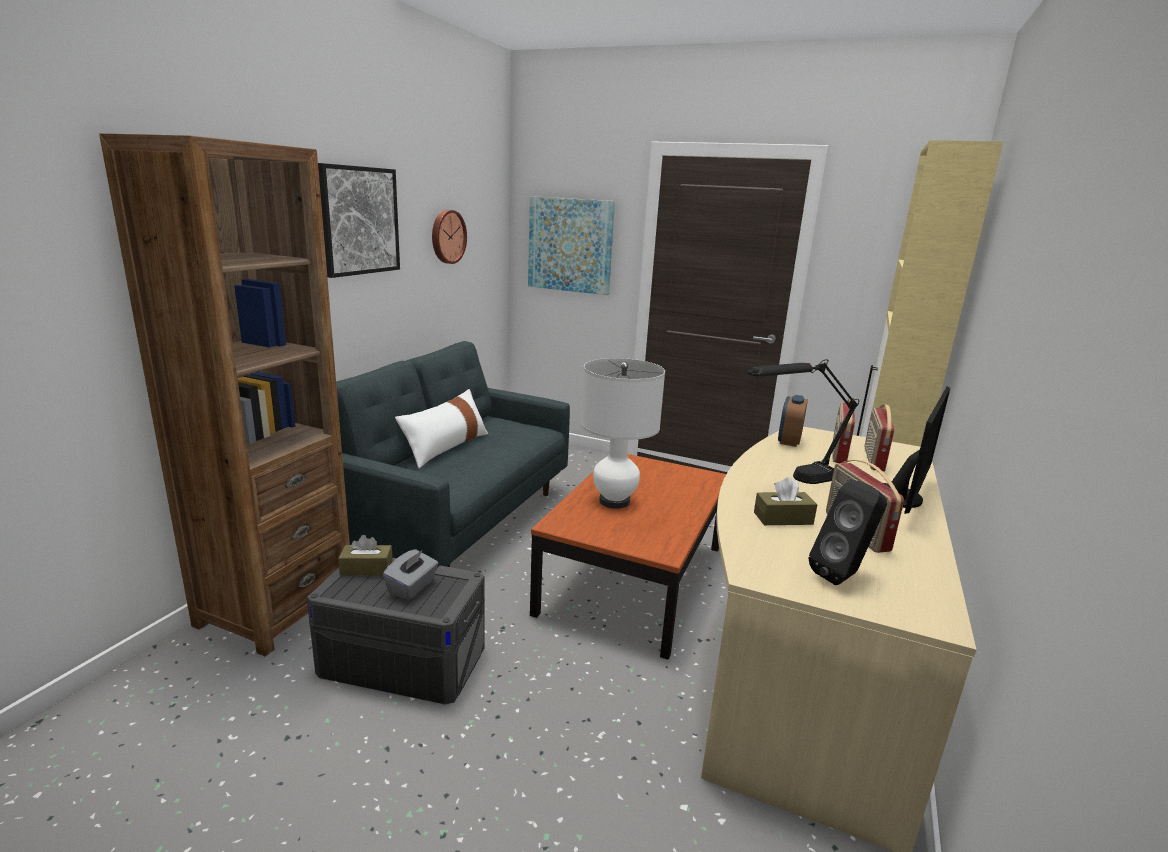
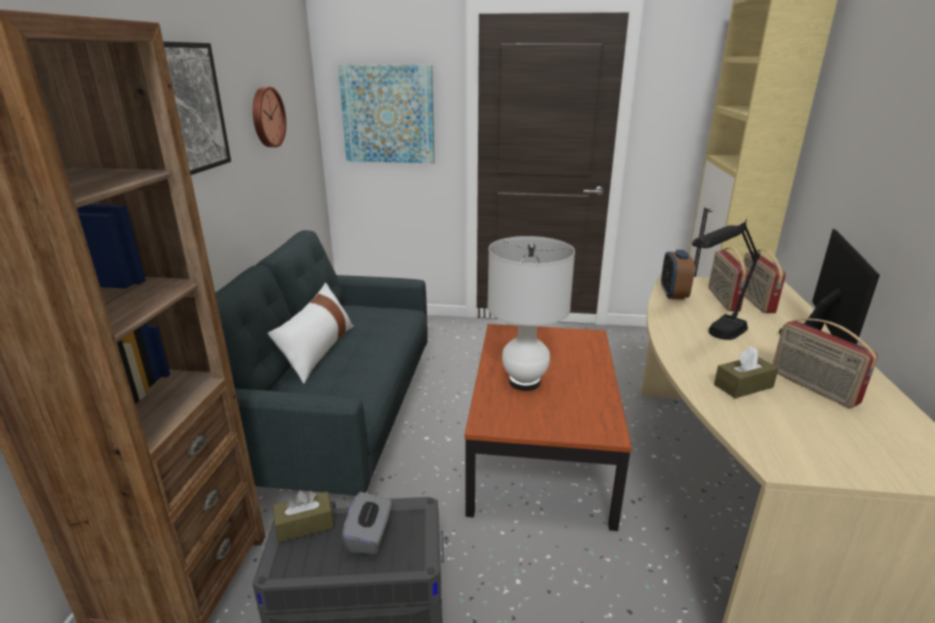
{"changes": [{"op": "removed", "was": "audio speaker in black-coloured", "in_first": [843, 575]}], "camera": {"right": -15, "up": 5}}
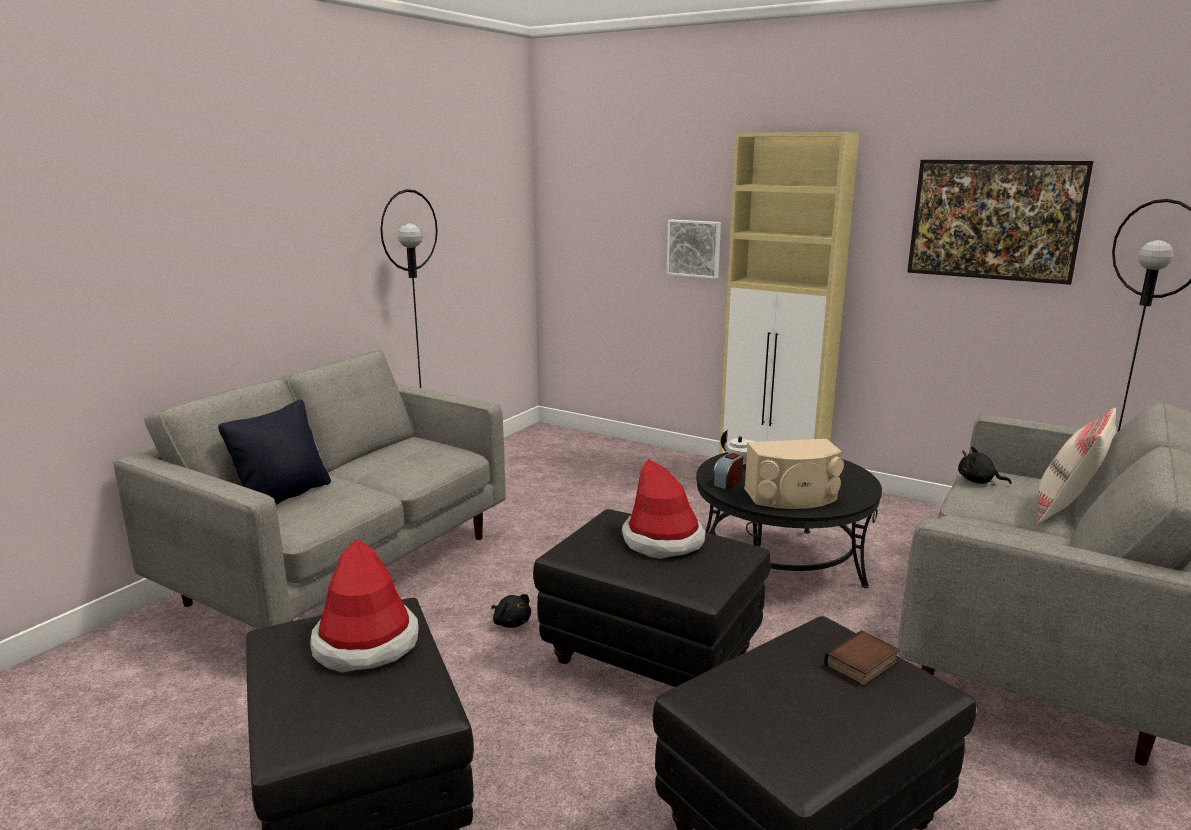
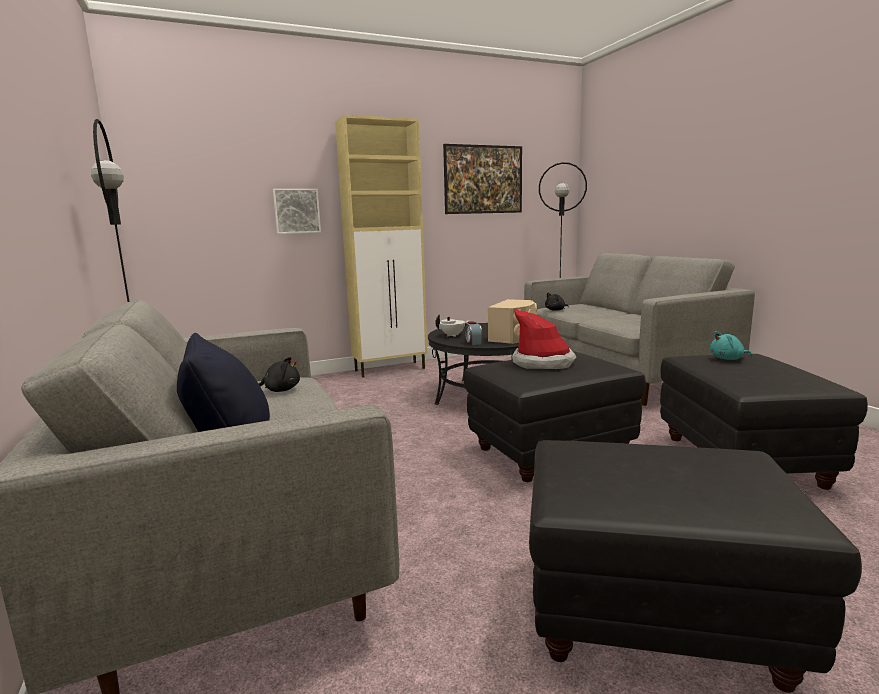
{"changes": [{"op": "removed", "was": "clothing hat", "in_first": [366, 644]}, {"op": "moved", "was": "plush toy in black-coloured", "in_first": [511, 622], "in_second": [279, 390]}, {"op": "replaced", "was": "book", "now": "plush toy in turquoise", "in_first": [862, 665], "in_second": [728, 359]}, {"op": "removed", "was": "cushion in sand-coloured", "in_first": [1066, 510]}], "camera": {"right": -55, "up": -5}}
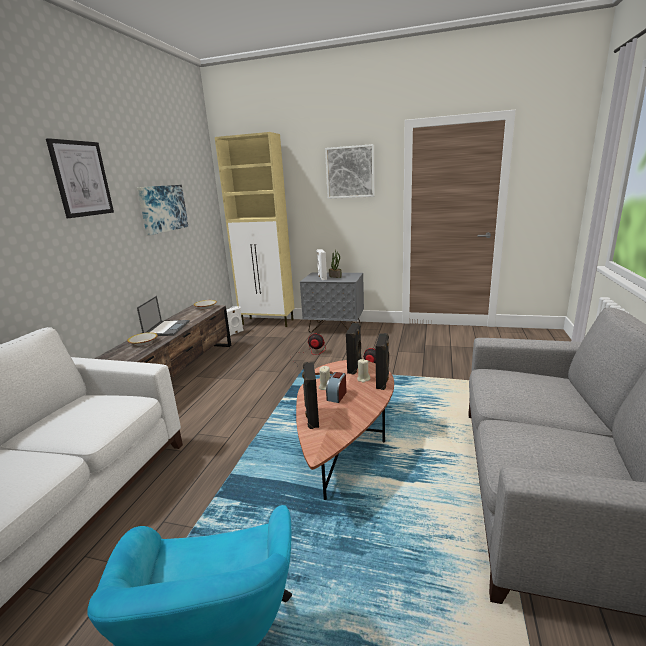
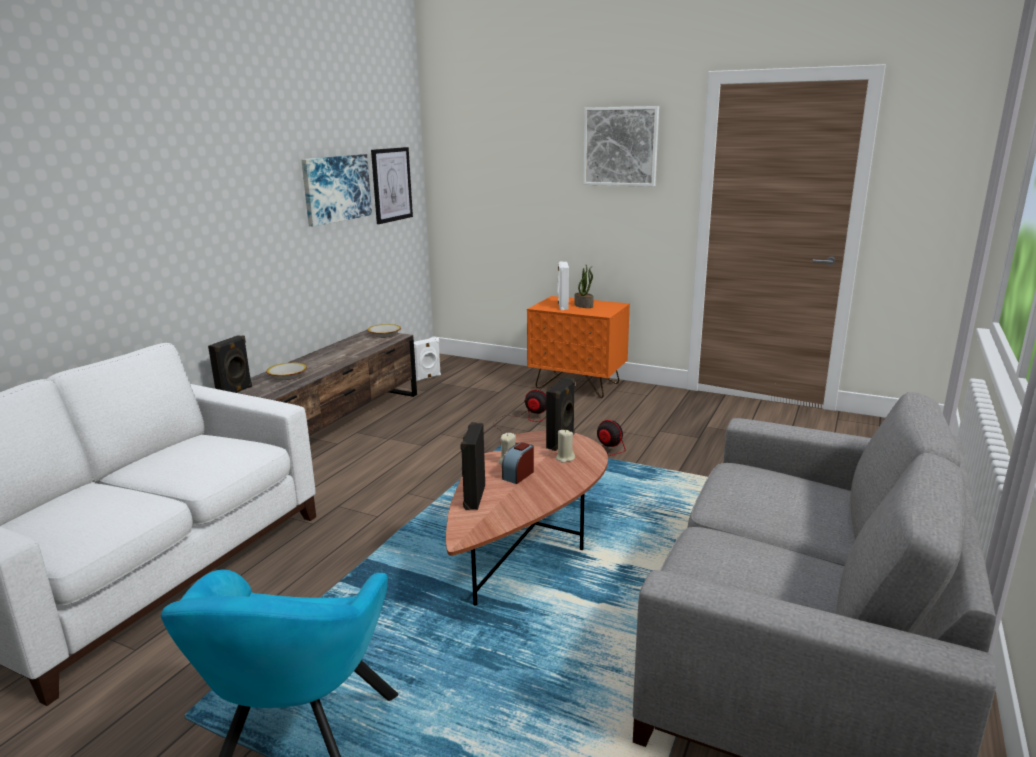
{"changes": [{"op": "moved", "was": "wall art", "in_first": [81, 179], "in_second": [391, 184]}, {"op": "removed", "was": "laptop", "in_first": [167, 328]}, {"op": "removed", "was": "cupboard in sand-coloured", "in_first": [268, 322]}, {"op": "recoloured", "was": "nightstand in gray", "now": "nightstand in orange", "in_first": [335, 328], "in_second": [578, 385]}, {"op": "moved", "was": "audio speaker in black-coloured", "in_first": [383, 381], "in_second": [235, 392]}], "camera": {"right": 10, "up": 0}}
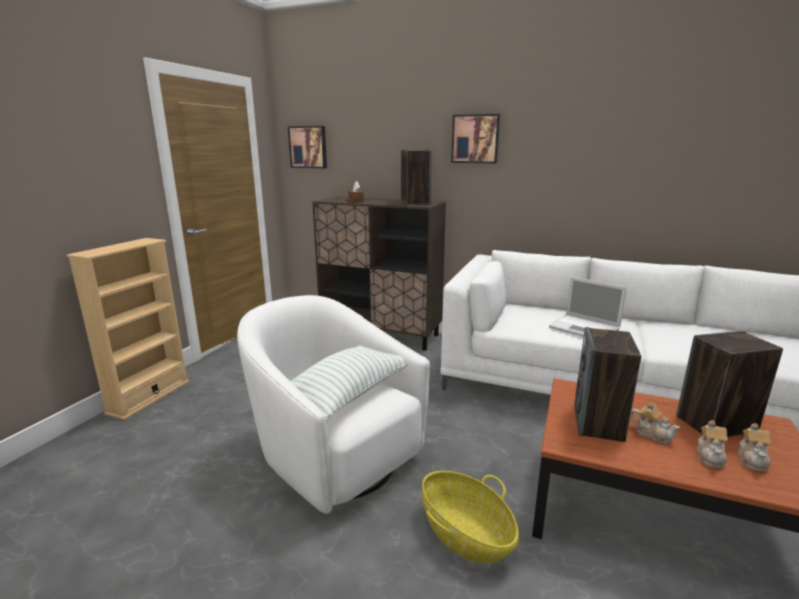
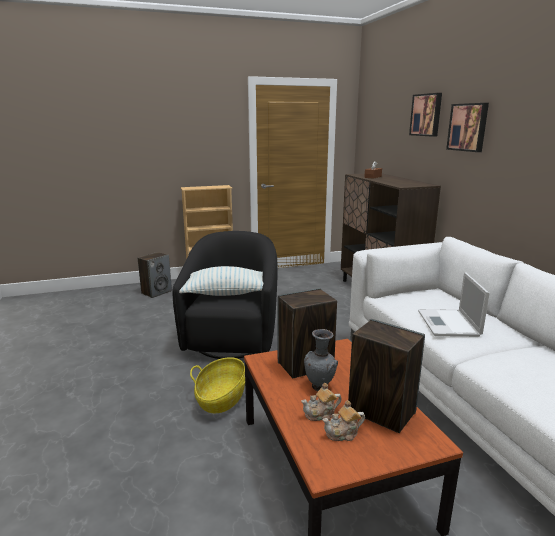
{"changes": [{"op": "recoloured", "was": "lounge chair in whitish", "now": "lounge chair in black-coloured", "in_first": [334, 456], "in_second": [232, 337]}, {"op": "moved", "was": "wall art", "in_first": [308, 147], "in_second": [426, 115]}, {"op": "moved", "was": "audio speaker", "in_first": [415, 203], "in_second": [156, 292]}, {"op": "replaced", "was": "pot for tea", "now": "decorative vase in gray", "in_first": [652, 434], "in_second": [320, 387]}], "camera": {"right": 50, "up": 0}}
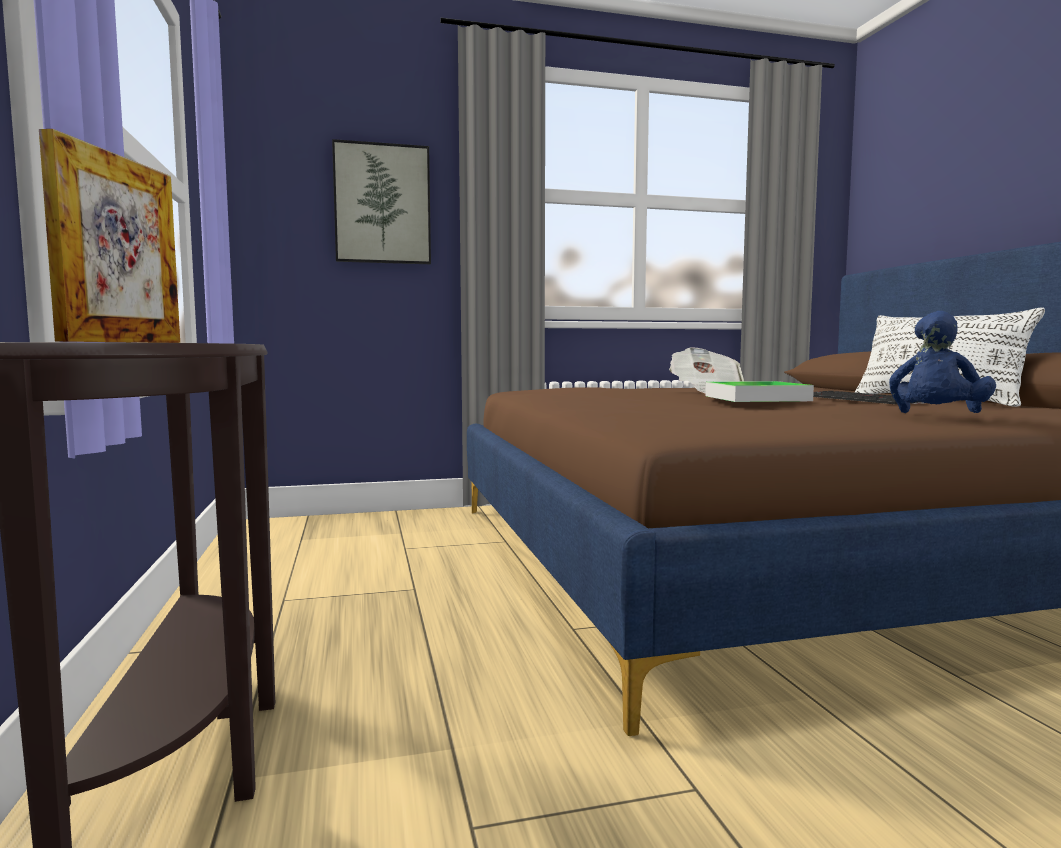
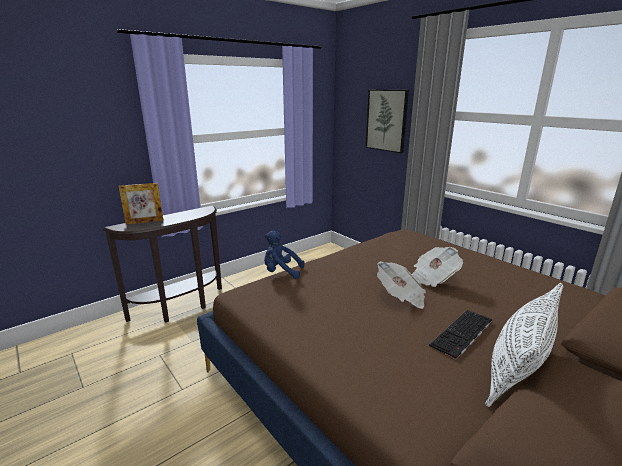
{"changes": [{"op": "replaced", "was": "serving tray", "now": "newspaper", "in_first": [756, 398], "in_second": [401, 296]}, {"op": "moved", "was": "plush toy in blue-coloured", "in_first": [936, 418], "in_second": [281, 272]}], "camera": {"right": 65, "up": 15}}
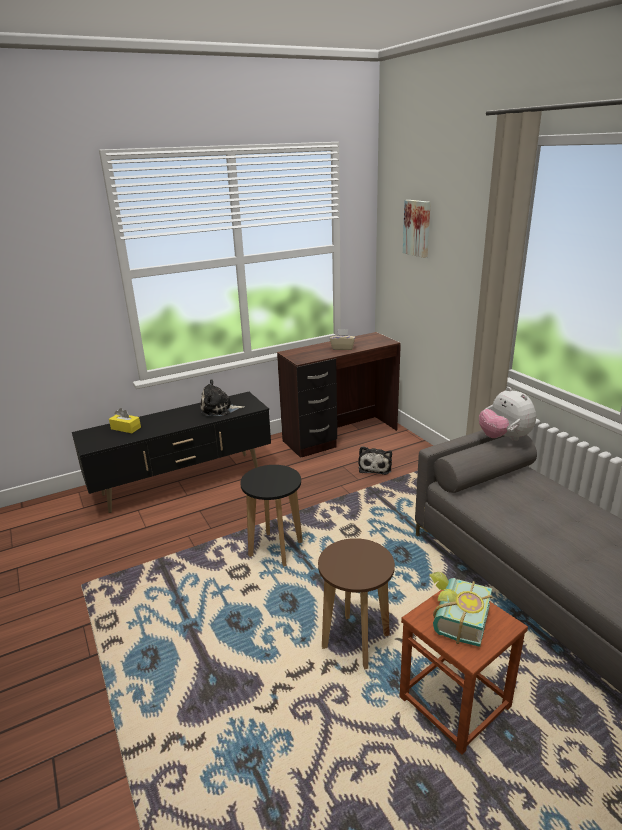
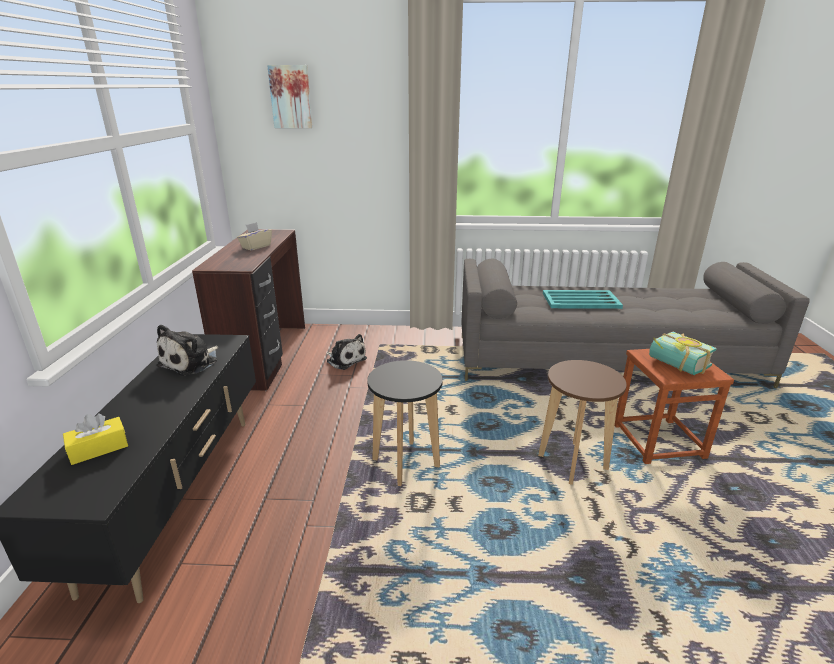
{"changes": [{"op": "removed", "was": "plush toy", "in_first": [504, 438]}, {"op": "added", "now": "serving tray in turquoise", "in_second": [580, 300]}], "camera": {"right": -60, "up": 0}}
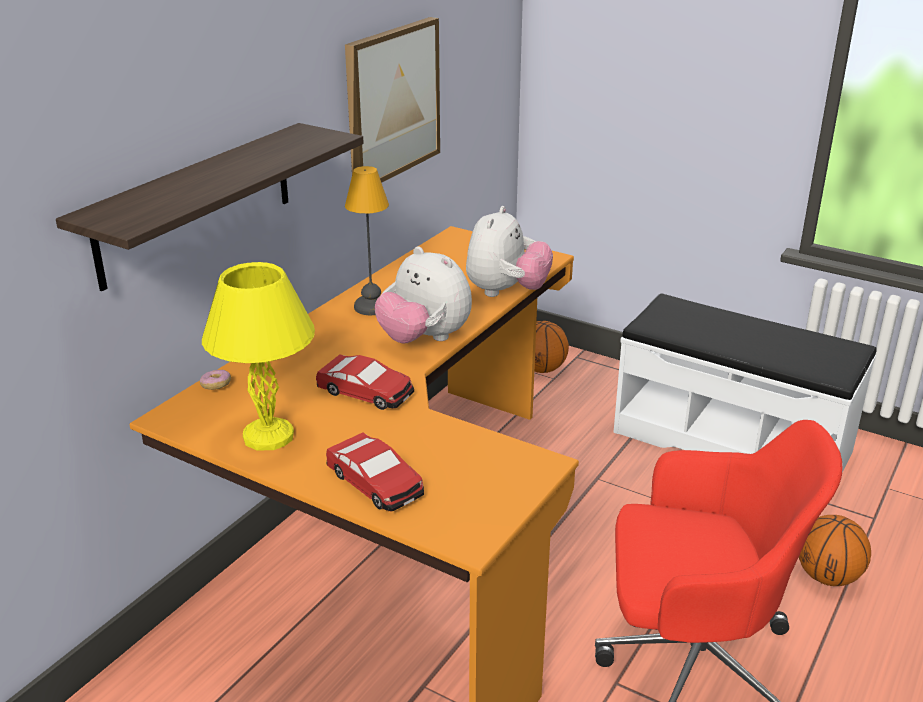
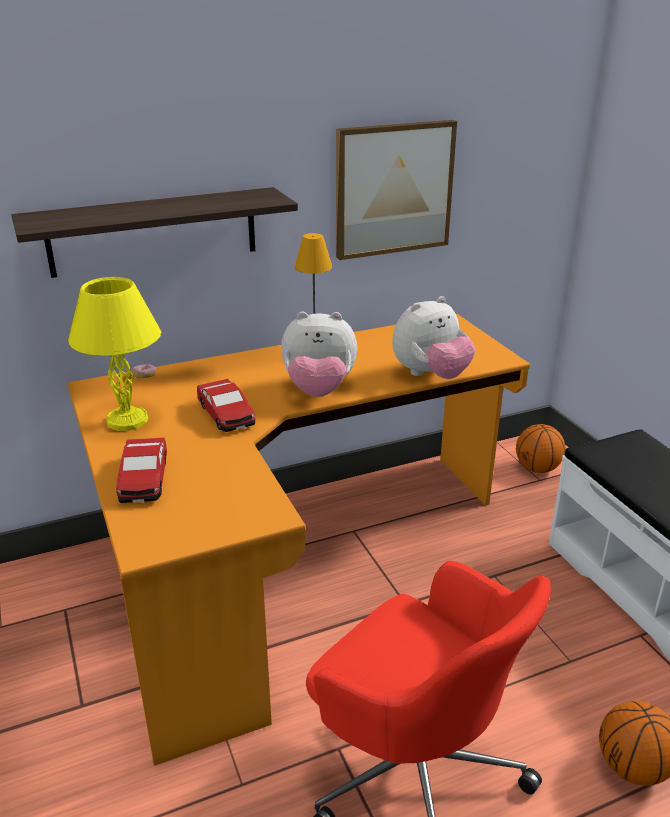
{"changes": [{"op": "turned", "was": "plush toy", "in_first": [424, 339], "in_second": [319, 390], "clockwise": -75}], "camera": {"right": 35, "up": 0}}
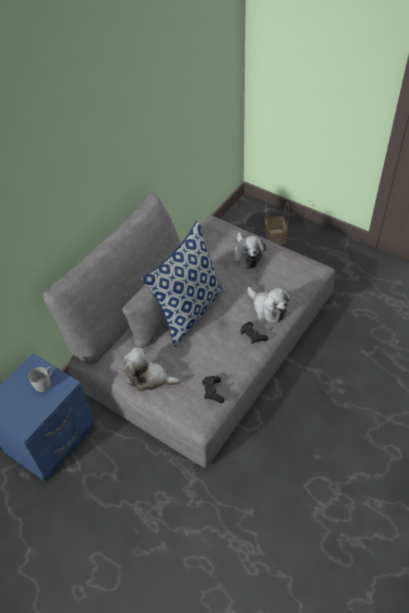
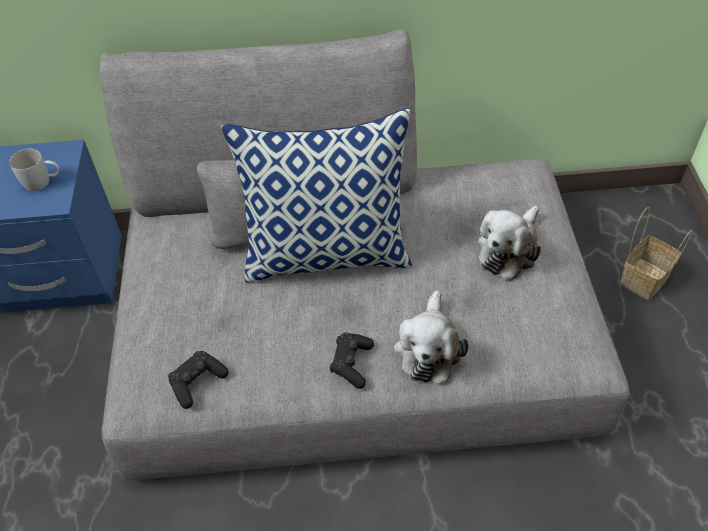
{"changes": [{"op": "removed", "was": "plush toy", "in_first": [149, 378]}], "camera": {"right": 50, "up": 0}}
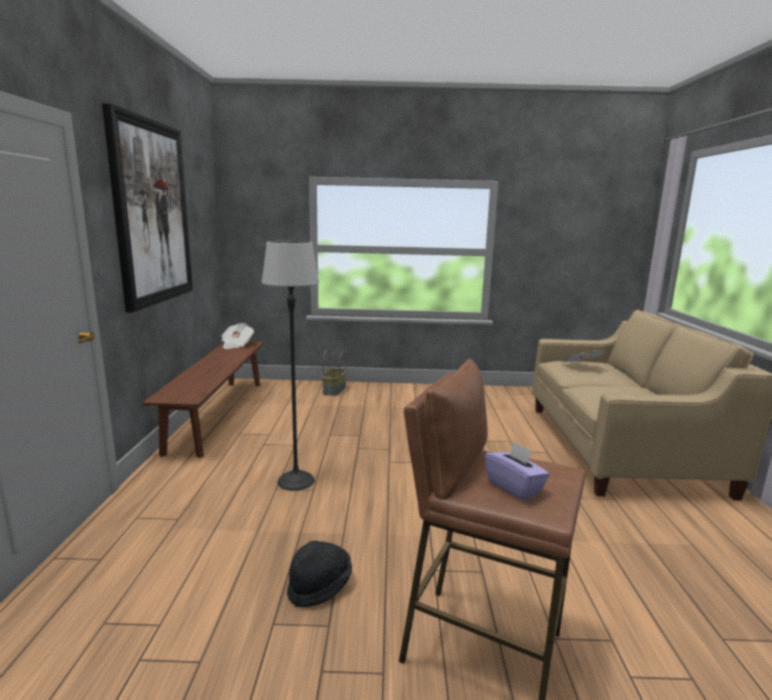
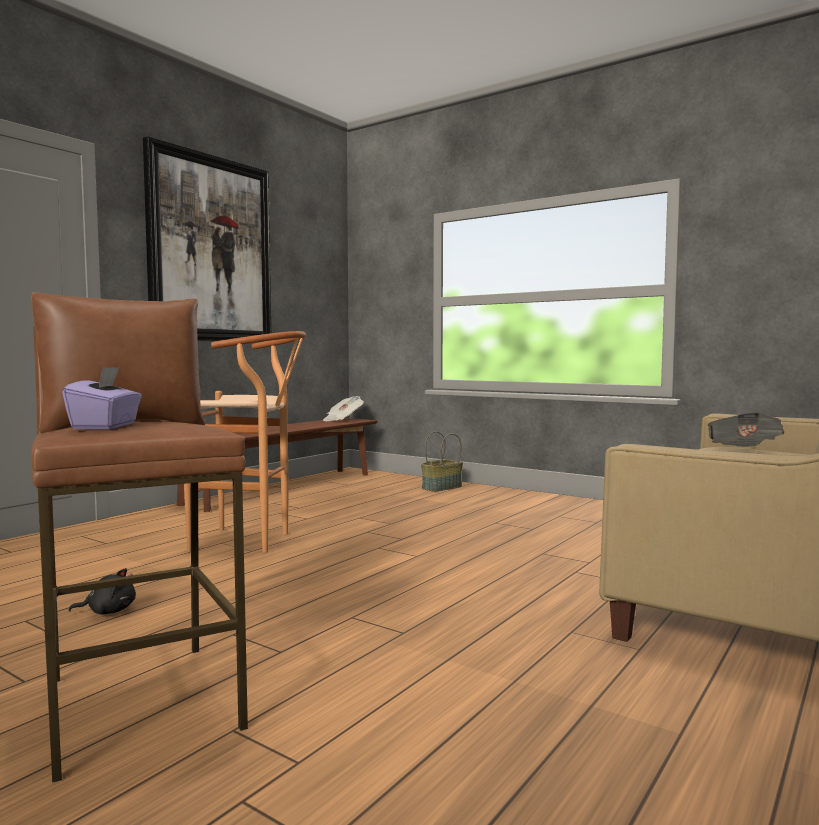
{"changes": [{"op": "replaced", "was": "standard lamp", "now": "stool in brown", "in_first": [296, 481], "in_second": [250, 541]}, {"op": "replaced", "was": "clothing hat in black-coloured", "now": "plush toy in black-coloured", "in_first": [319, 587], "in_second": [108, 611]}], "camera": {"right": 35, "up": -10}}
